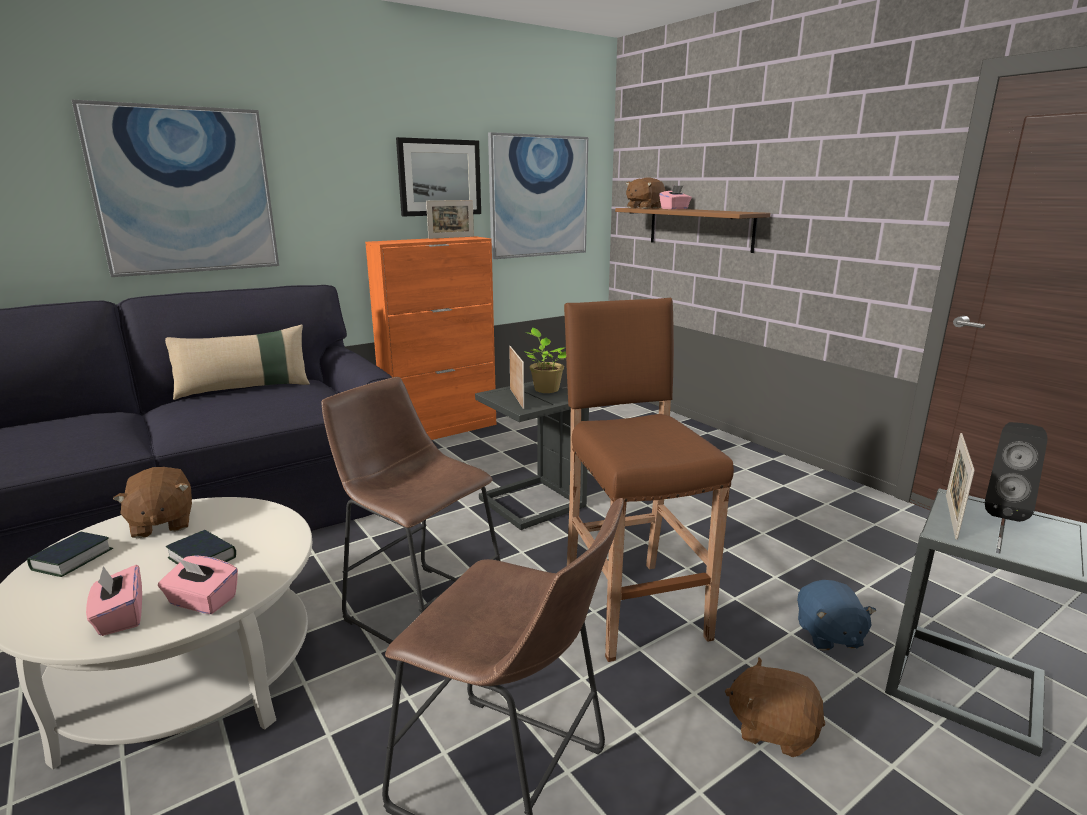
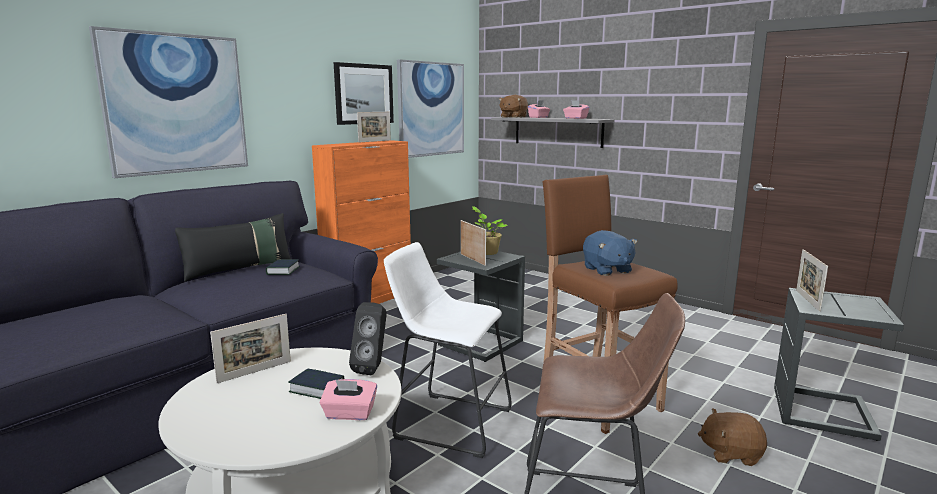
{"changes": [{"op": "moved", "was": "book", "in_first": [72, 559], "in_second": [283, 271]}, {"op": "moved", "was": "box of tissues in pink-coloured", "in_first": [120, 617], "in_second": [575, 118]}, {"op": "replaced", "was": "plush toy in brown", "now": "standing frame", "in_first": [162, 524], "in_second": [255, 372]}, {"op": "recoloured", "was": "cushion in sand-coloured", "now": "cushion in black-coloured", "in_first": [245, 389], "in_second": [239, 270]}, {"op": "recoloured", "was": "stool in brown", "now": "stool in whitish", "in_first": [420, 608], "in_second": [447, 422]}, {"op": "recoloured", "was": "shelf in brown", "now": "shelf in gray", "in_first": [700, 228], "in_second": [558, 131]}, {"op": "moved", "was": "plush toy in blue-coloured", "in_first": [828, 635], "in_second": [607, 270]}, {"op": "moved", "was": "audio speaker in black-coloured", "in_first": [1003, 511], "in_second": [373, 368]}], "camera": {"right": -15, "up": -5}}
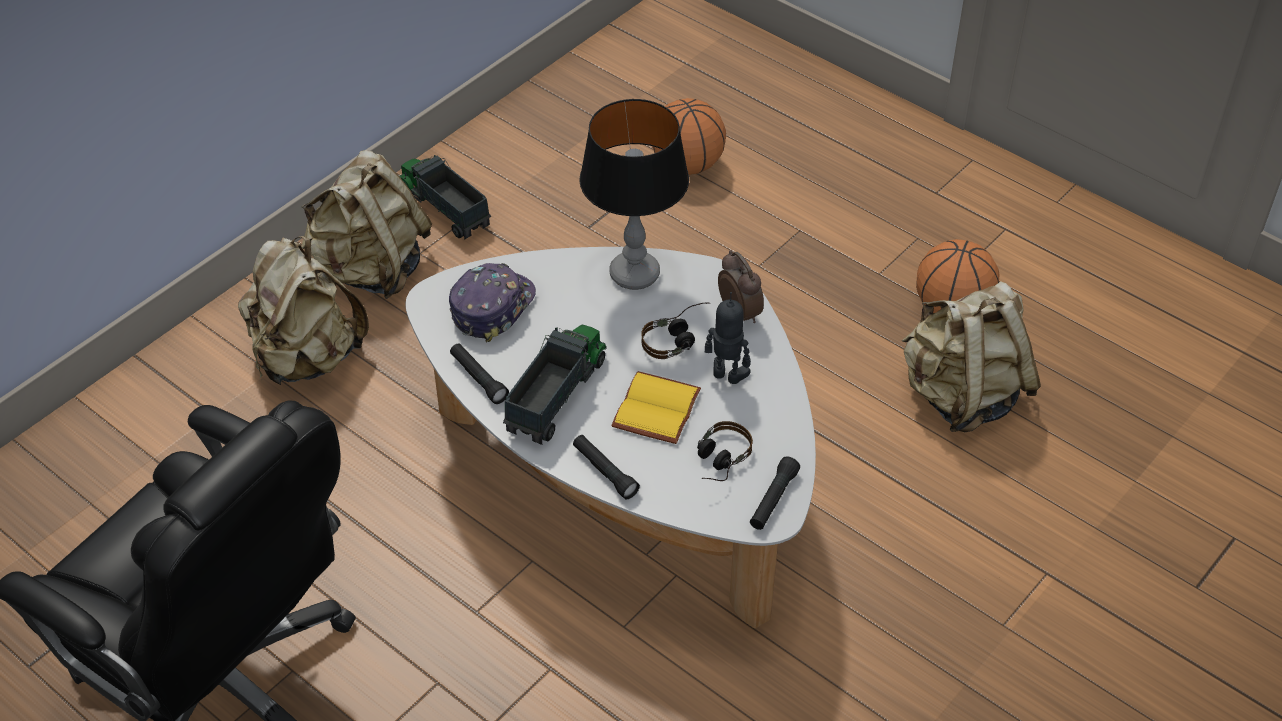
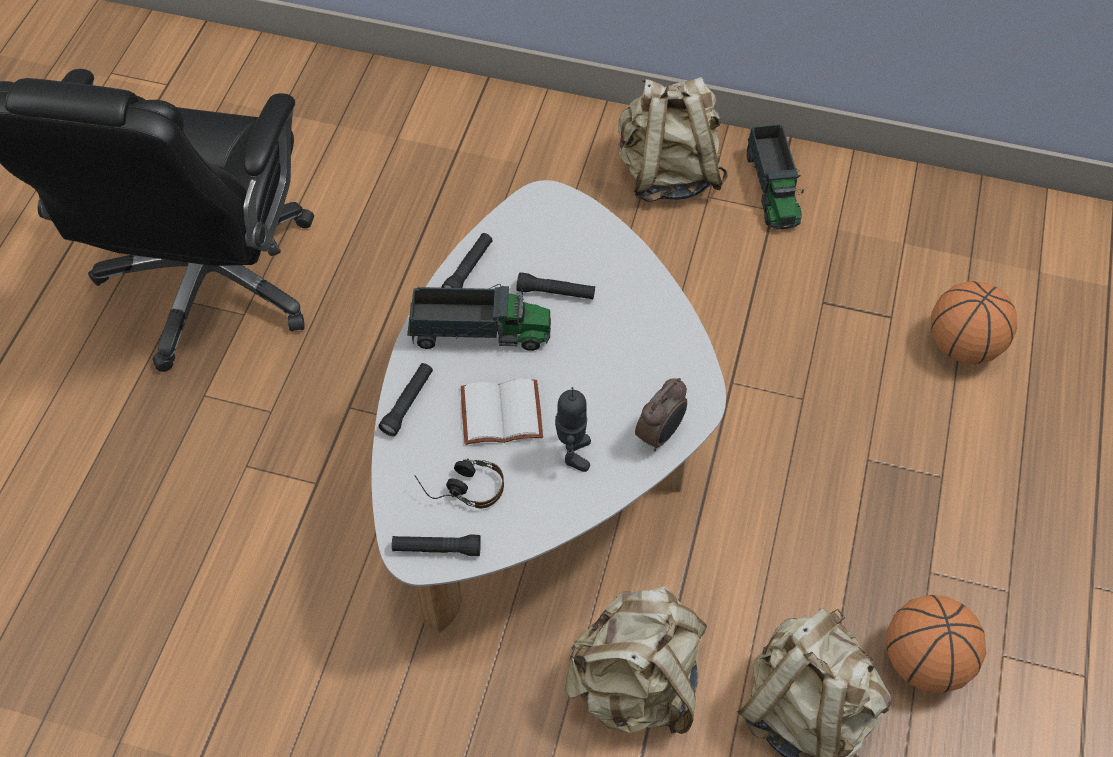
{"changes": [{"op": "moved", "was": "rucksack in sand-coloured", "in_first": [306, 358], "in_second": [637, 683]}, {"op": "turned", "was": "toy lorry", "in_first": [444, 208], "in_second": [772, 189], "clockwise": 150}, {"op": "removed", "was": "cap", "in_first": [492, 307]}, {"op": "removed", "was": "tabletop lamp", "in_first": [635, 274]}, {"op": "recoloured", "was": "book in yellowish", "now": "book in whitish", "in_first": [658, 411], "in_second": [500, 415]}, {"op": "removed", "was": "headphones", "in_first": [678, 338]}, {"op": "added", "now": "hand torch in black-coloured", "in_second": [556, 292]}], "camera": {"right": 65, "up": 10}}
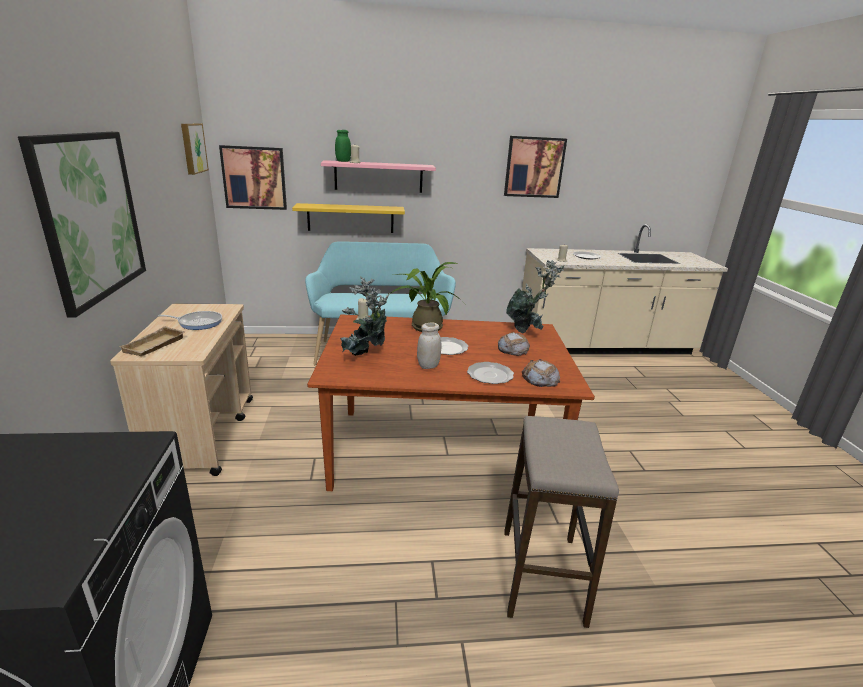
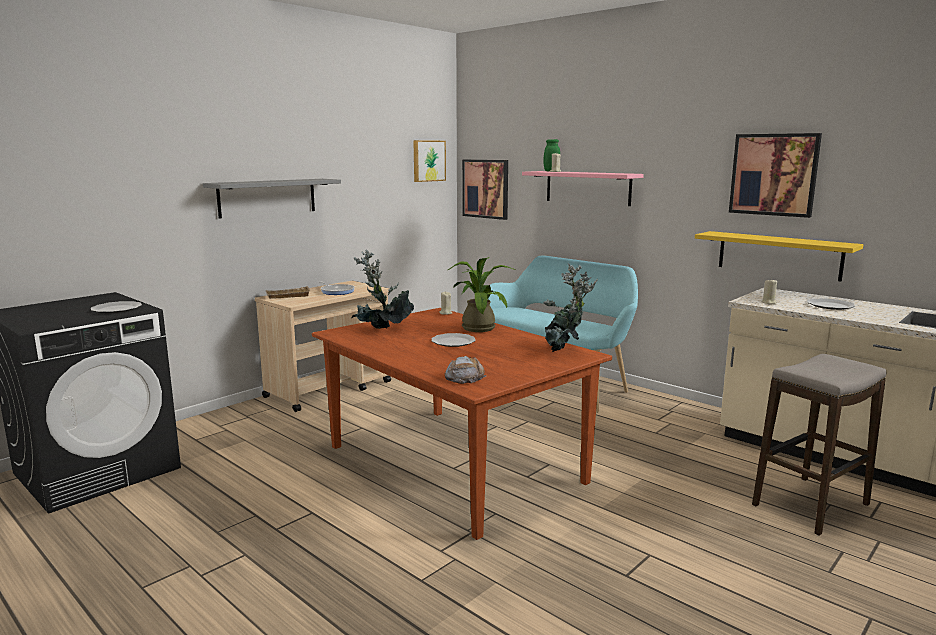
{"changes": [{"op": "replaced", "was": "wall art", "now": "shelf in gray", "in_first": [91, 217], "in_second": [267, 197]}, {"op": "moved", "was": "shelf in yellowish", "in_first": [350, 218], "in_second": [779, 255]}, {"op": "removed", "was": "jar in whitish", "in_first": [428, 366]}, {"op": "moved", "was": "flat dish", "in_first": [490, 375], "in_second": [116, 309]}, {"op": "removed", "was": "bread", "in_first": [512, 348]}, {"op": "moved", "was": "stool", "in_first": [541, 575], "in_second": [810, 505]}], "camera": {"right": 50, "up": -10}}
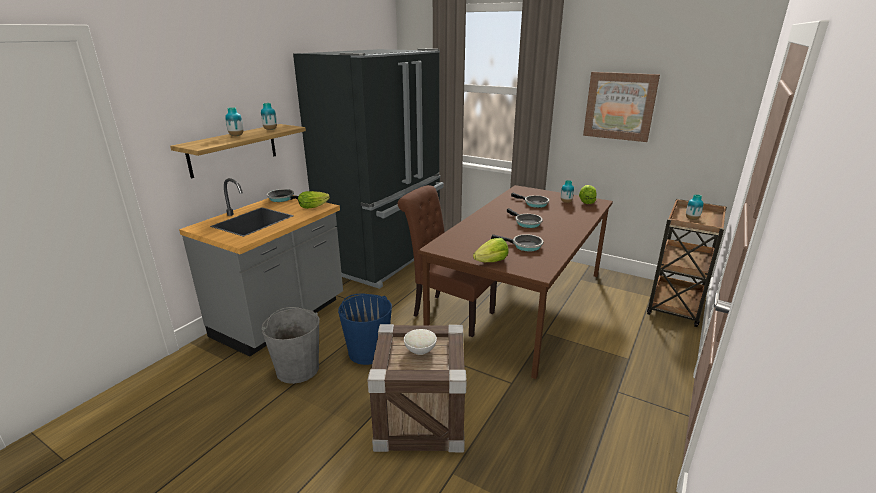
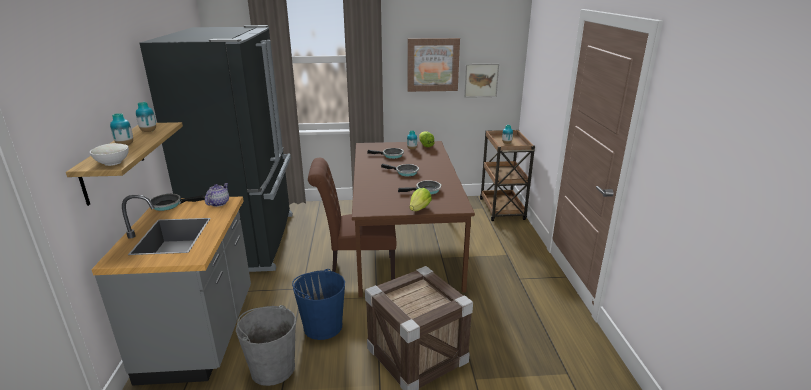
{"changes": [{"op": "replaced", "was": "lettuce head", "now": "pot for tea", "in_first": [315, 206], "in_second": [218, 203]}, {"op": "moved", "was": "serving bowl in whitish", "in_first": [420, 350], "in_second": [112, 162]}, {"op": "added", "now": "wall art", "in_second": [481, 80]}], "camera": {"right": -35, "up": 0}}
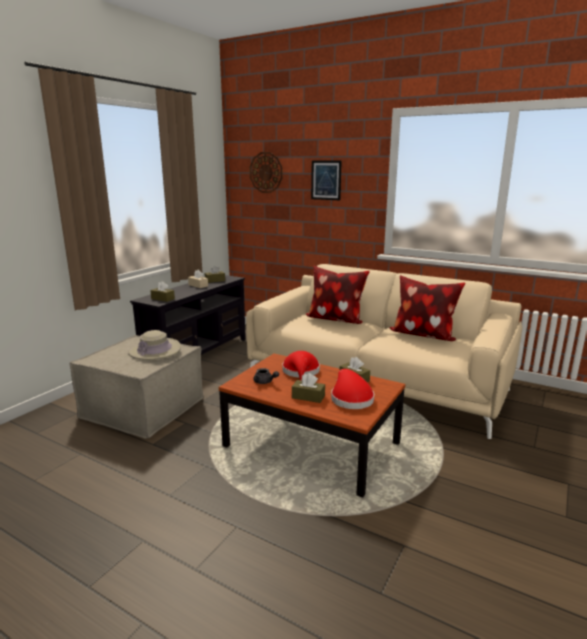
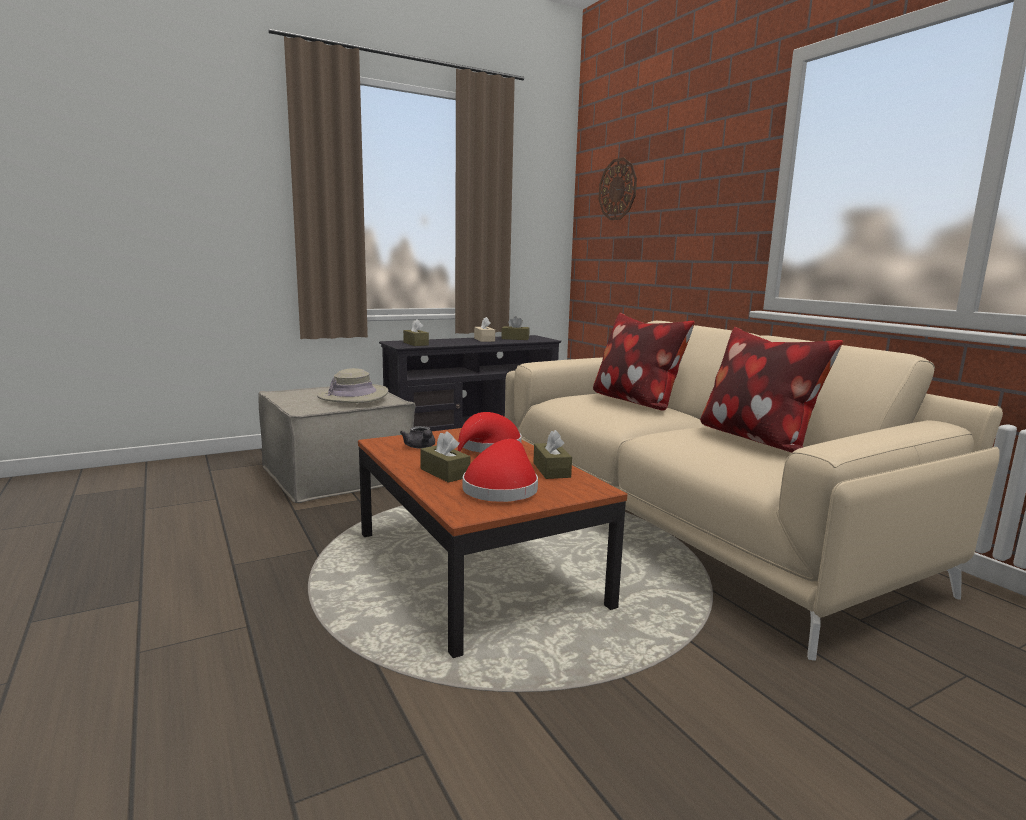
{"changes": [{"op": "removed", "was": "wall art", "in_first": [326, 180]}], "camera": {"right": 30, "up": -5}}
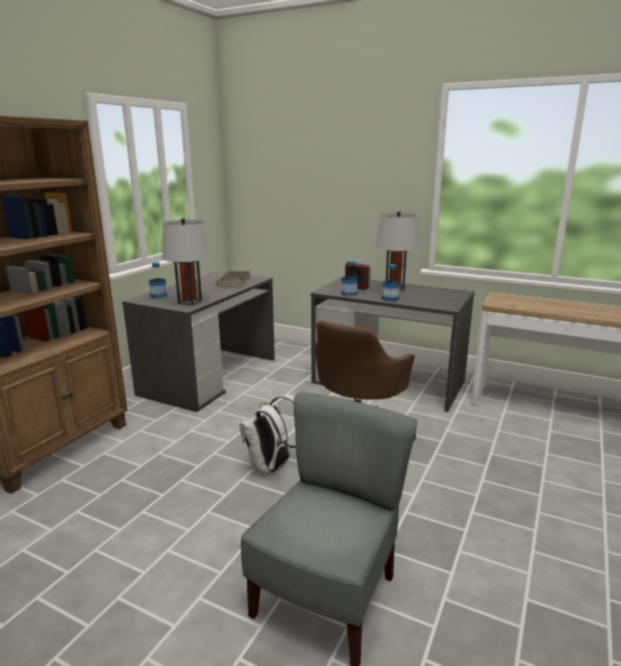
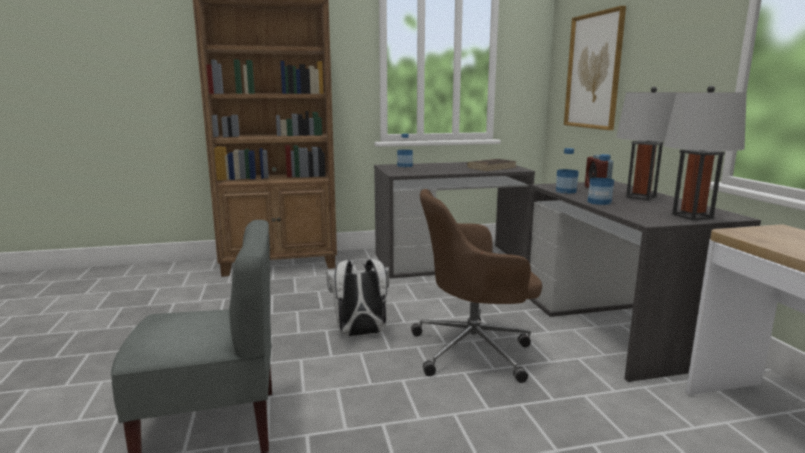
{"changes": [{"op": "moved", "was": "tabletop lamp in gray", "in_first": [189, 302], "in_second": [692, 216]}, {"op": "added", "now": "wall art", "in_second": [594, 71]}], "camera": {"right": 50, "up": -5}}
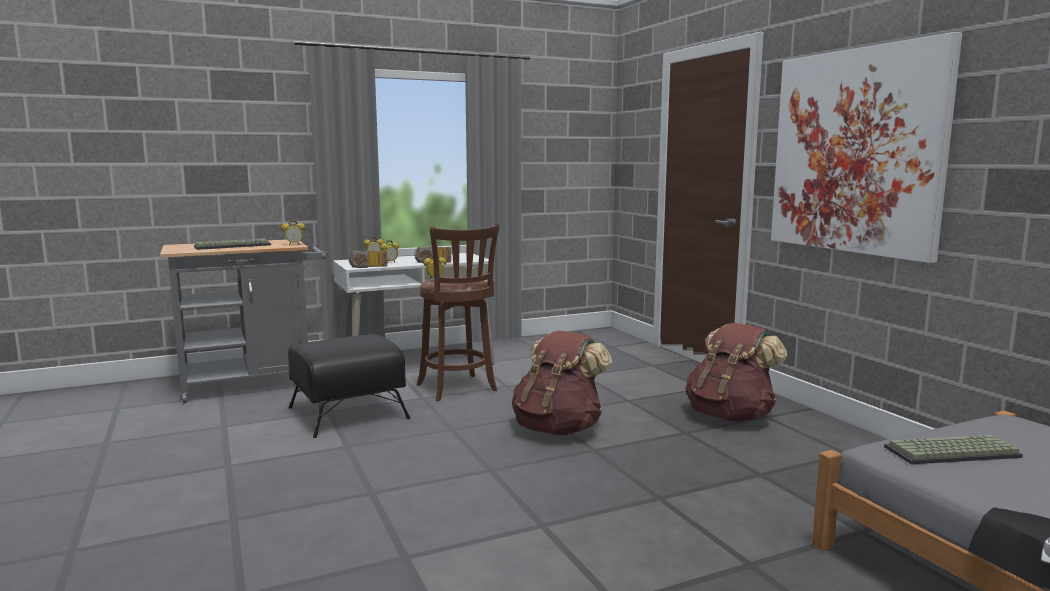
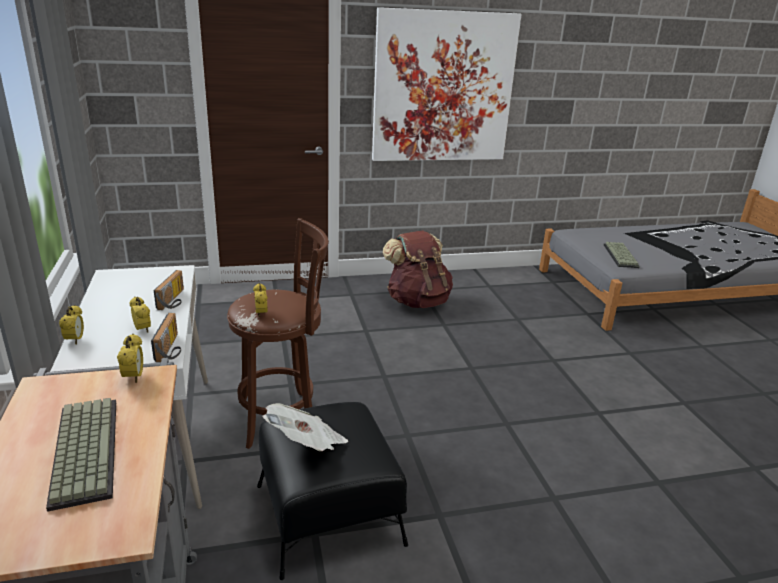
{"changes": [{"op": "removed", "was": "rucksack in brown", "in_first": [558, 429]}, {"op": "added", "now": "newspaper", "in_second": [306, 444]}], "camera": {"right": -80, "up": 15}}
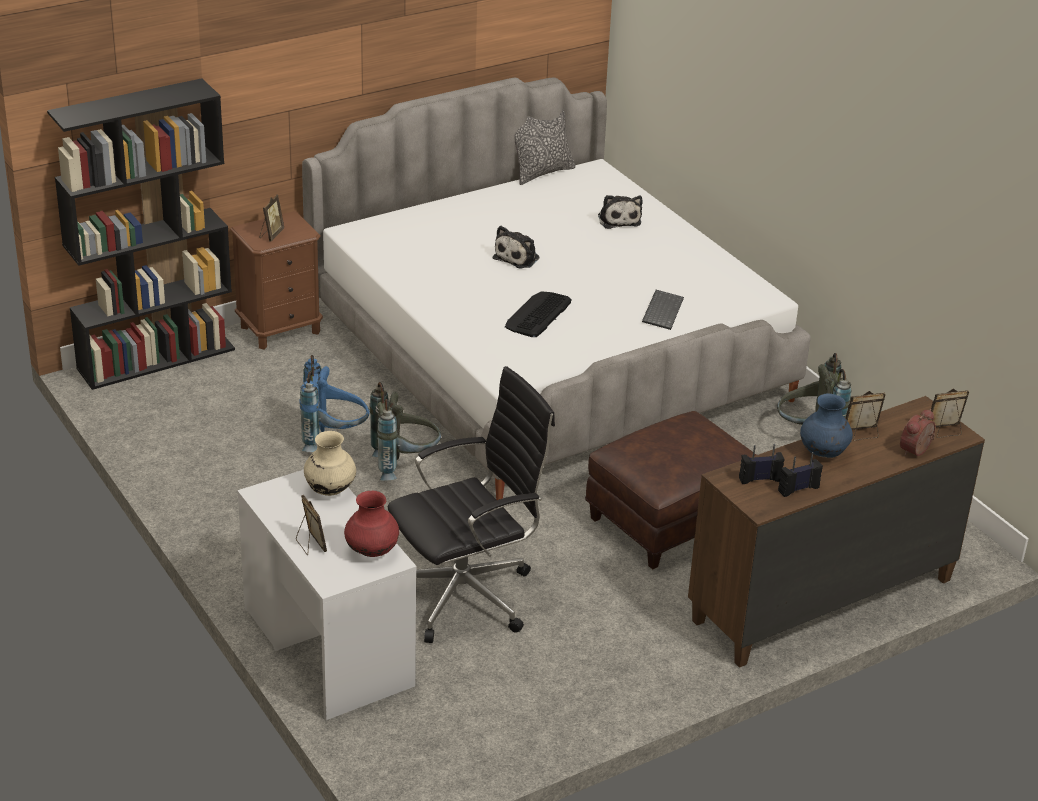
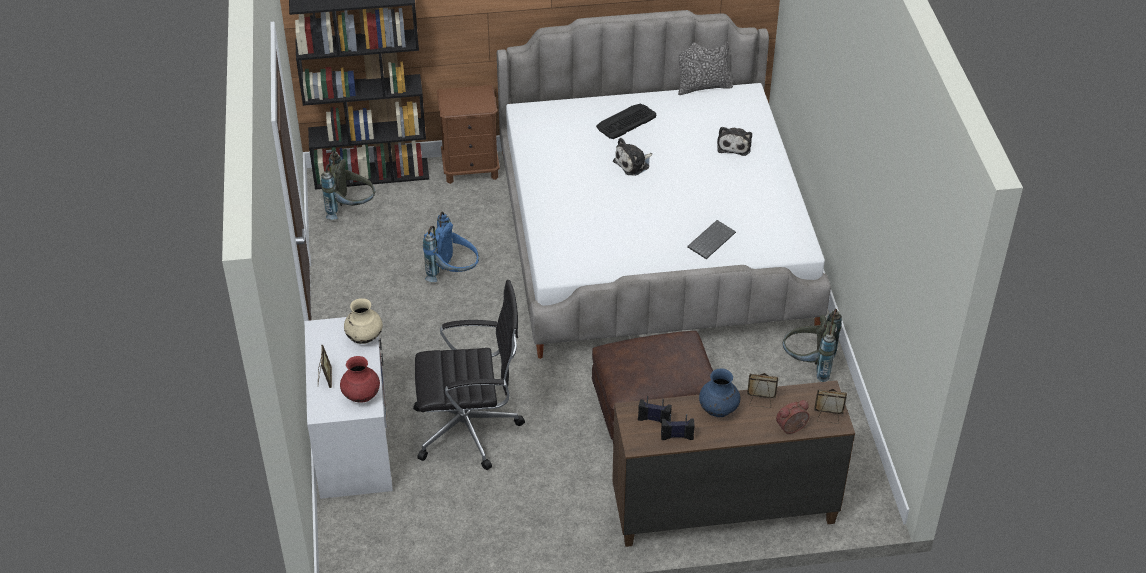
{"changes": [{"op": "removed", "was": "standing frame", "in_first": [271, 235]}, {"op": "moved", "was": "rucksack in gray", "in_first": [404, 464], "in_second": [351, 209]}, {"op": "moved", "was": "PC keyboard", "in_first": [538, 315], "in_second": [626, 121]}], "camera": {"right": 25, "up": 10}}
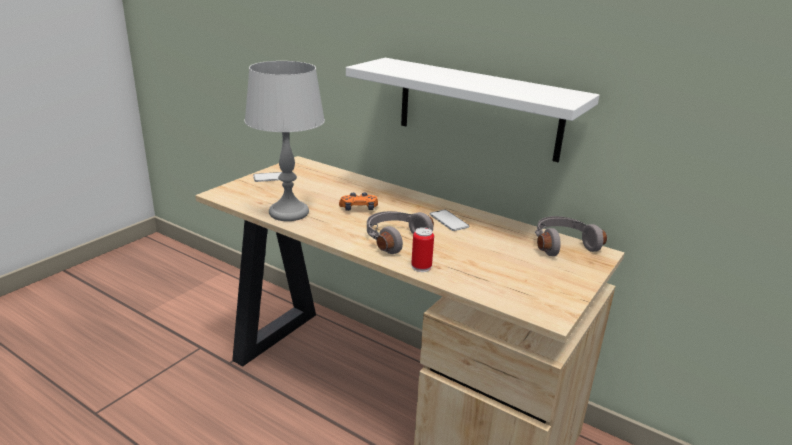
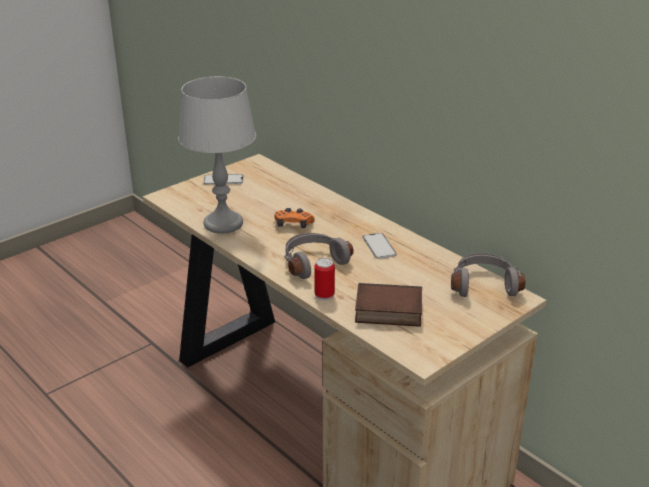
{"changes": [{"op": "removed", "was": "shelf in whitish", "in_first": [478, 108]}, {"op": "added", "now": "book", "in_second": [387, 312]}], "camera": {"right": 15, "up": 5}}
